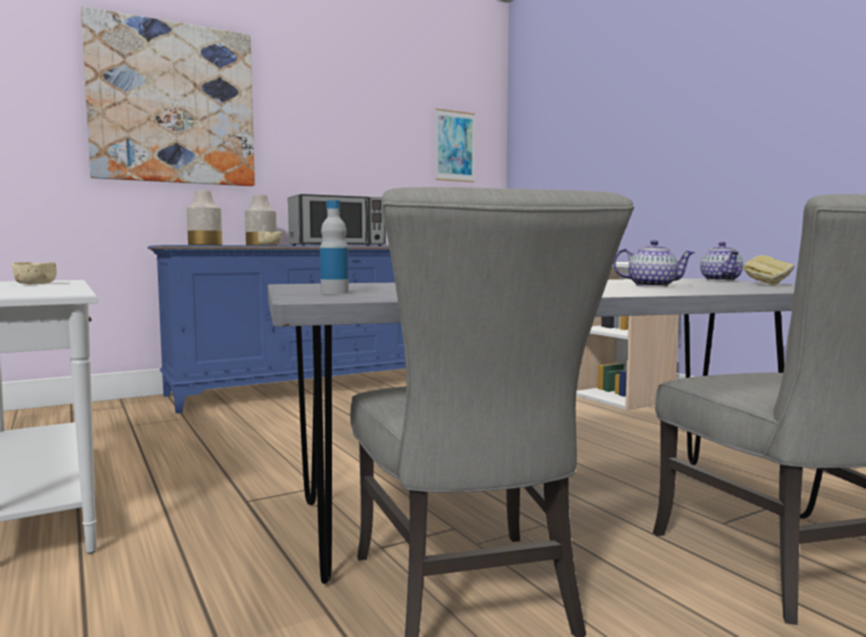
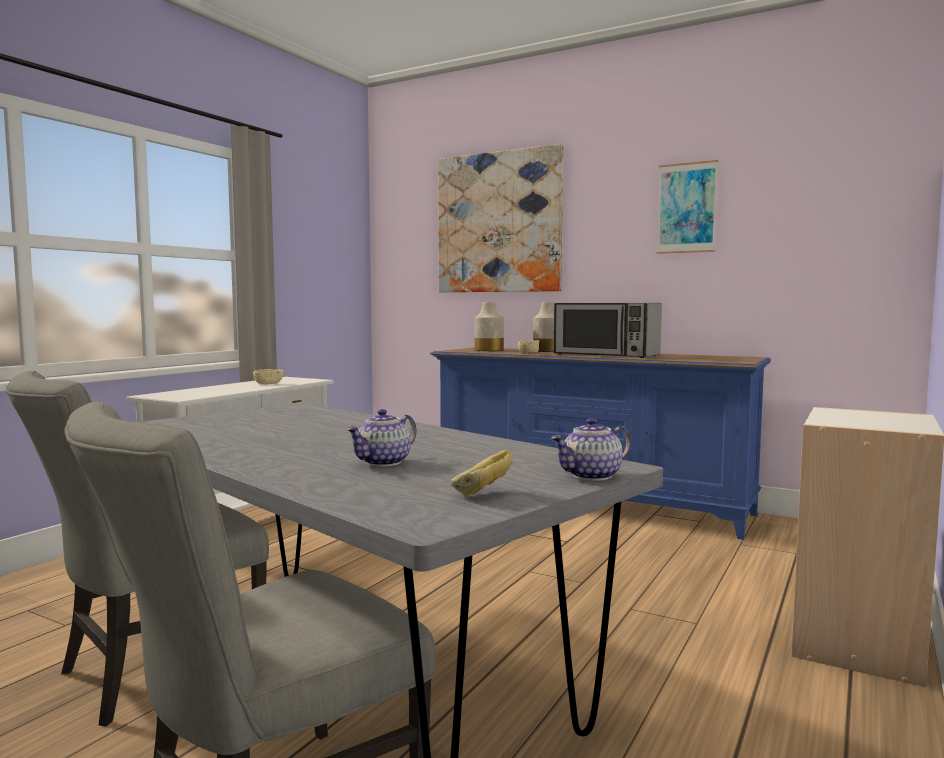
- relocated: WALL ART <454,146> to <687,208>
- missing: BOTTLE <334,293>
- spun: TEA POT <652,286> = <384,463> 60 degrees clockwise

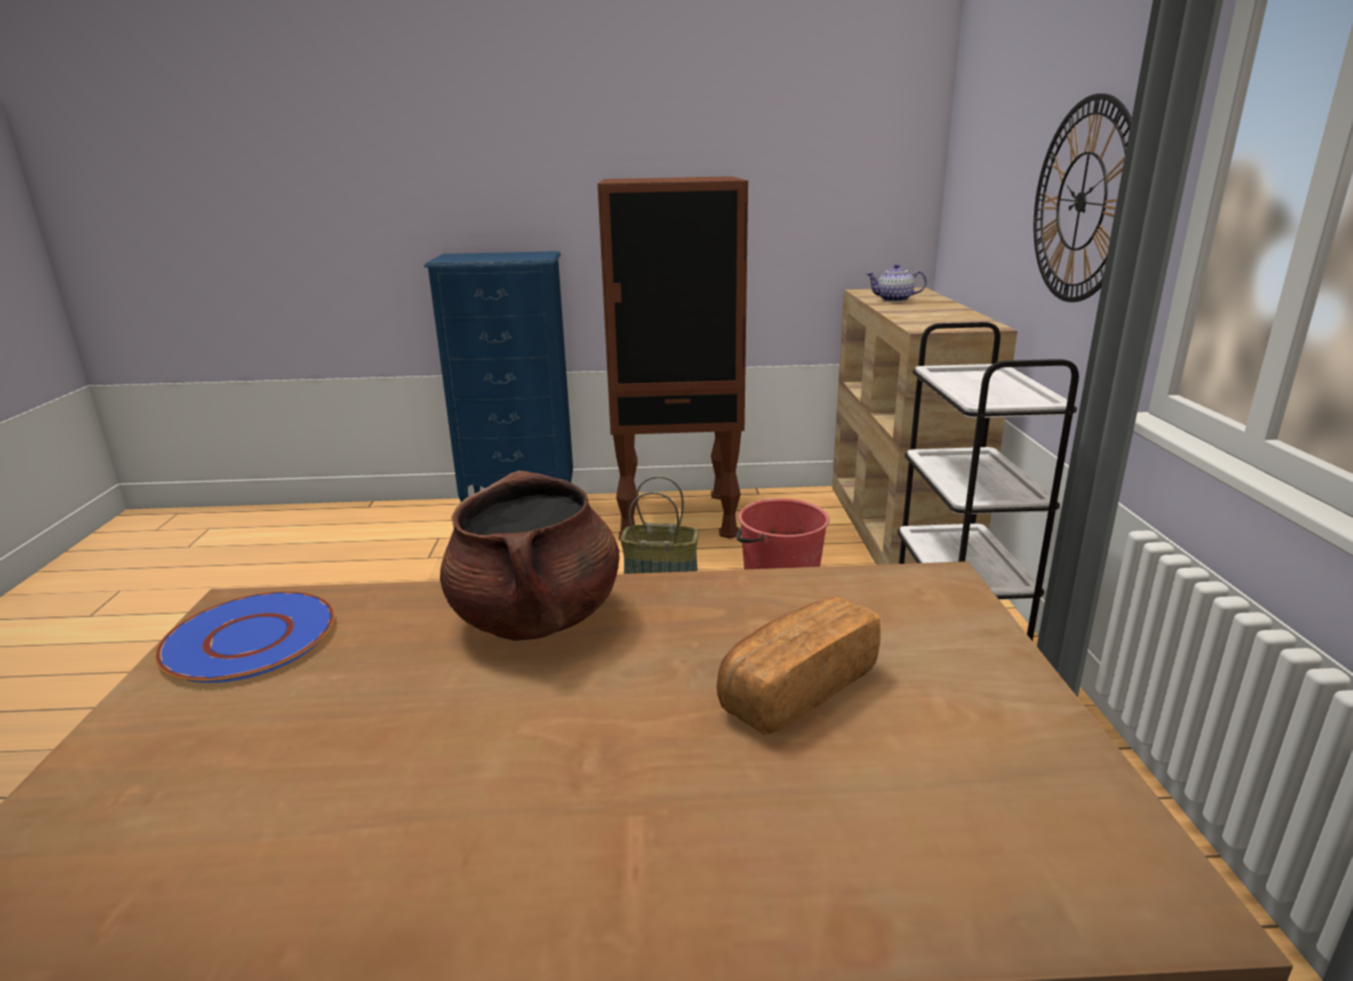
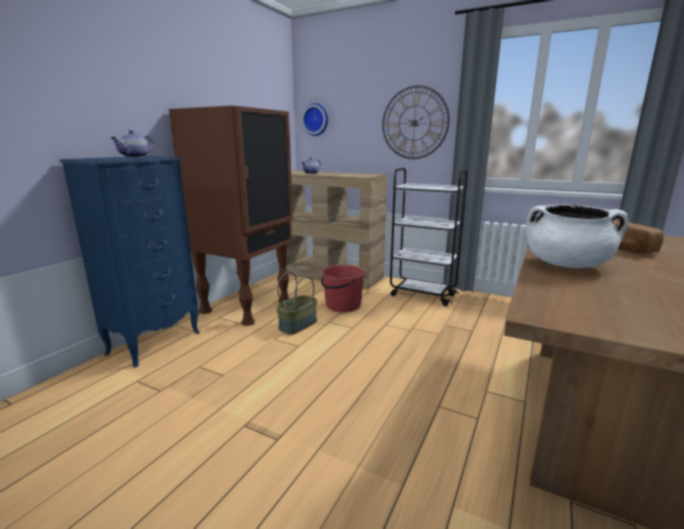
- colour: BROWNISH SAUCEPOT <536,618> to WHITISH SAUCEPOT <566,265>
- missing: BLUISH DINNER PLATE <250,638>
- appeared: CLOCK ON THE WALL <316,119>
- appeared: TEA POT <135,157>

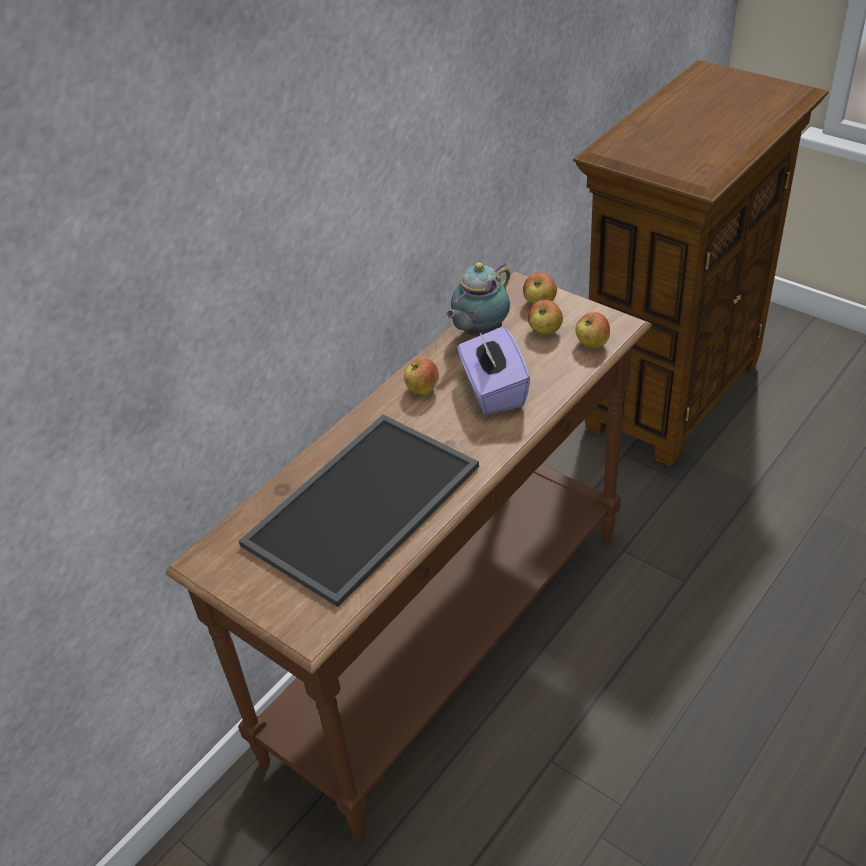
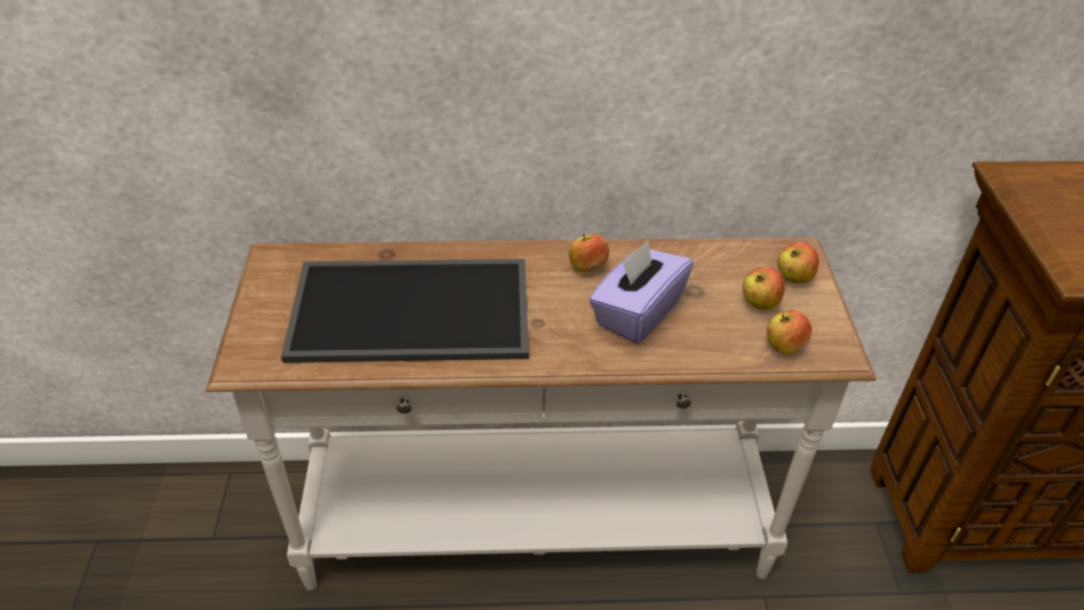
- missing: TEA POT <479,333>
- colour: BROWNISH NARROW TABLE <453,644> to WHITISH NARROW TABLE <536,529>

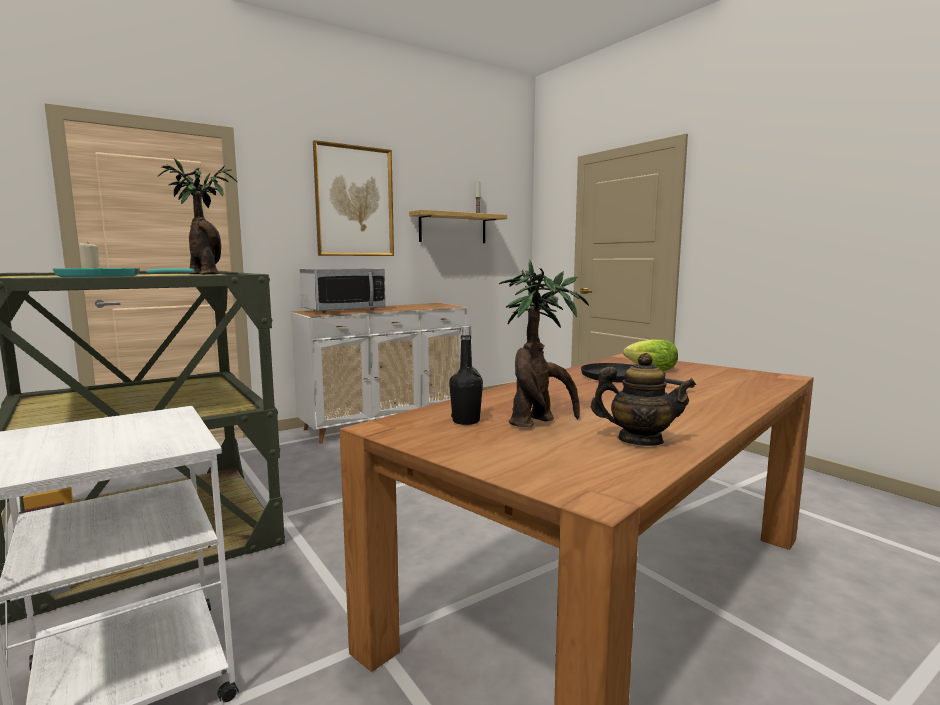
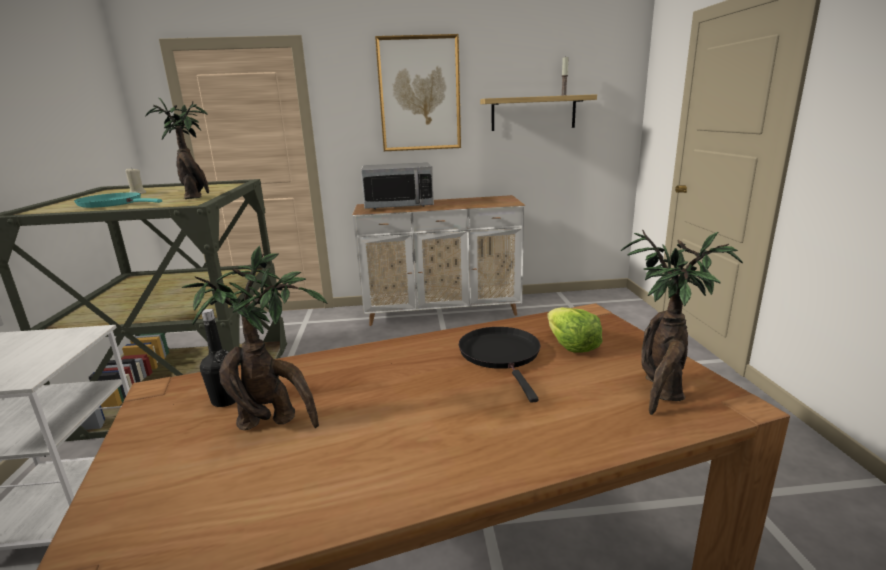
- missing: TEA POT <639,440>
- appeared: HOUSEPLANT <661,393>

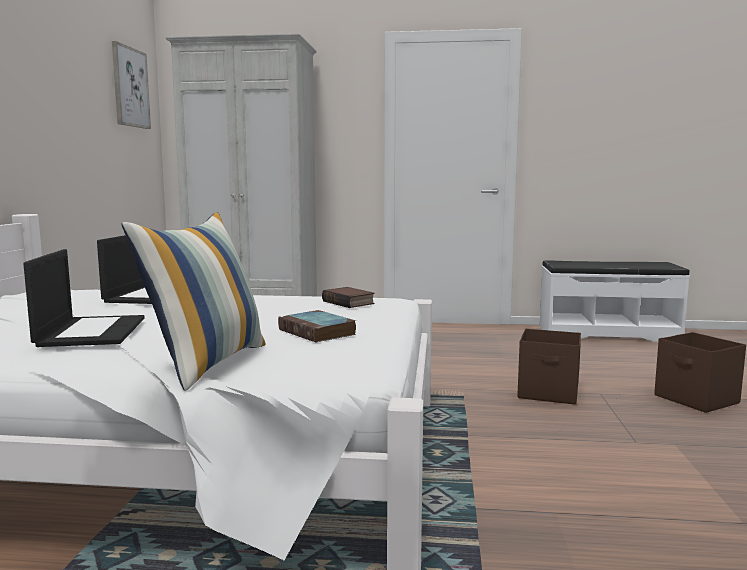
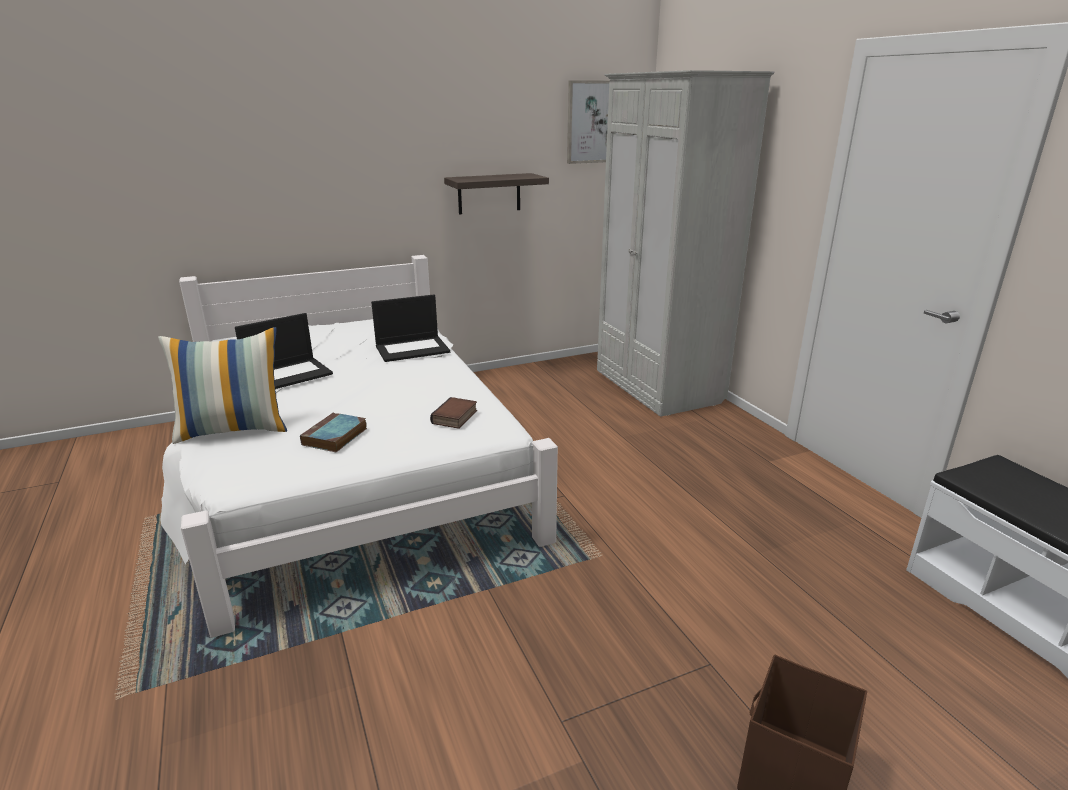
- missing: BROWNISH STORAGE BOX <549,393>
- appeared: BRACKET SHELF <489,193>

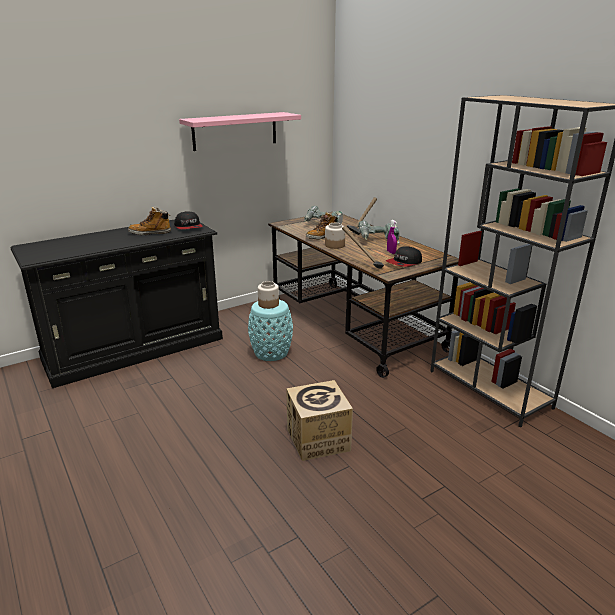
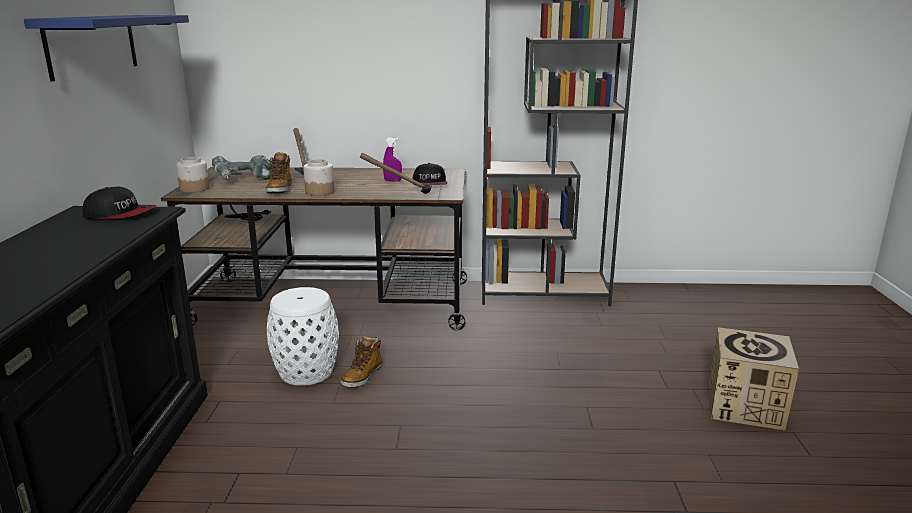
- colour: PINKISH BRACKET SHELF <235,131> to BLUISH BRACKET SHELF <92,45>
- relocated: BOOT <150,233> to <362,376>
- missing: POWER DRILL <378,241>
- relocated: STORAGE JAR <268,304> to <195,189>
- colour: TURQUOISE-COLOURED STOOL SEAT <271,353> to WHITISH STOOL SEAT <306,372>
- relocated: PACKING BOX <318,440> to <745,406>

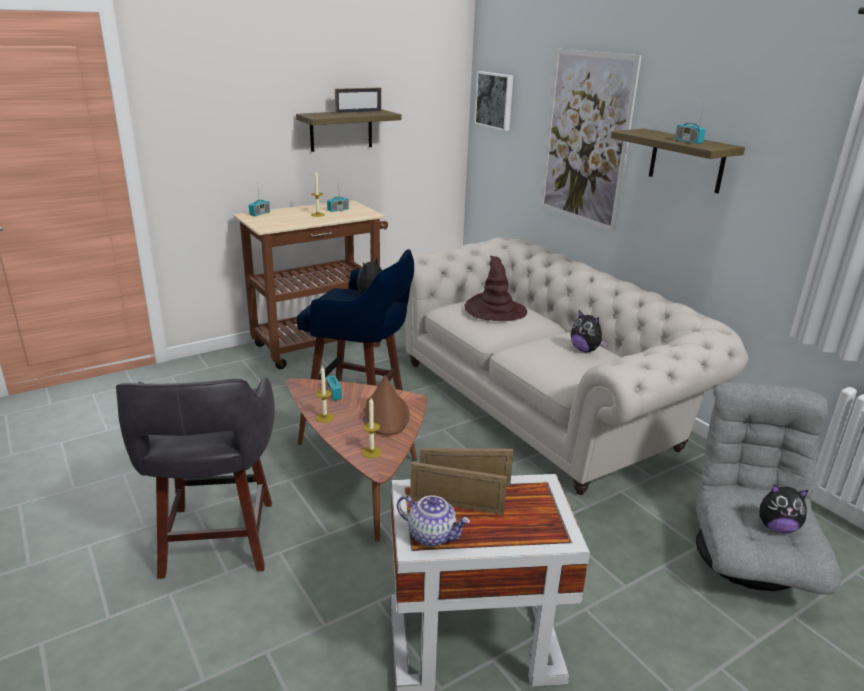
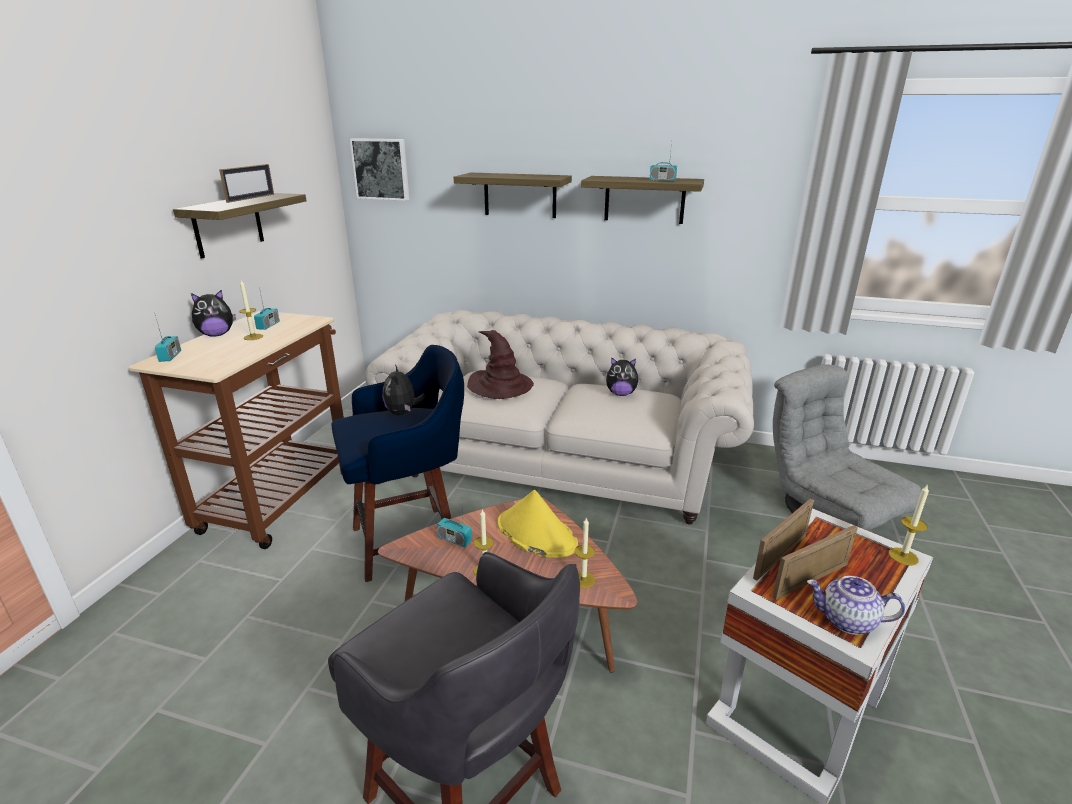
- exchanged: WALL ART <586,139> to BRACKET SHELF <520,195>
- colour: BROWNISH HAT <385,414> to YELLOW-COLOURED HAT <536,534>
- relocated: PLUSH TOY <776,527> to <217,335>
- spun: TEA POT <432,535> = <847,621> 150 degrees counterclockwise
- appeared: WAX CANDLE <903,556>

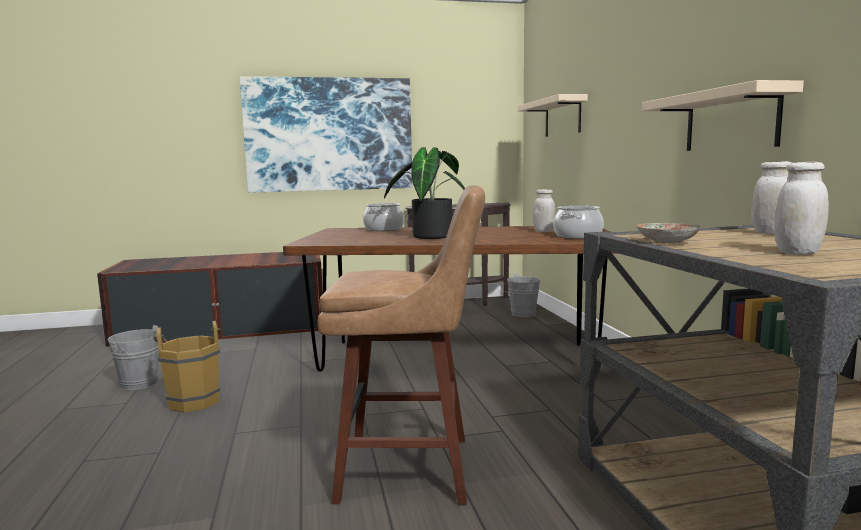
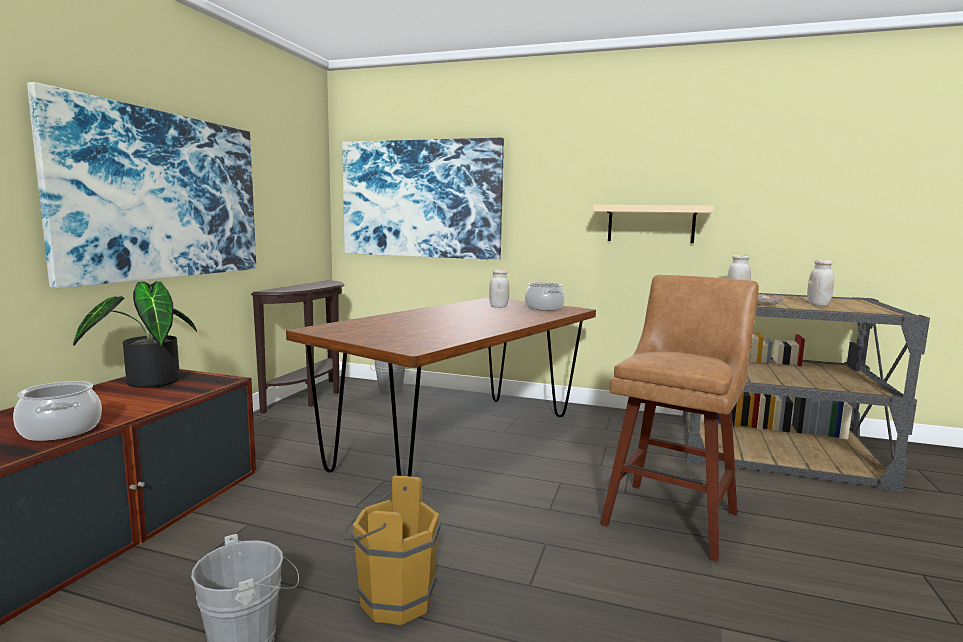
- exchanged: SAND-COLOURED BRACKET SHELF <562,117> to WALL ART <420,199>
- relocated: HOUSEPLANT <429,236> to <147,382>
- relocated: SAUCEPOT <384,229> to <61,430>

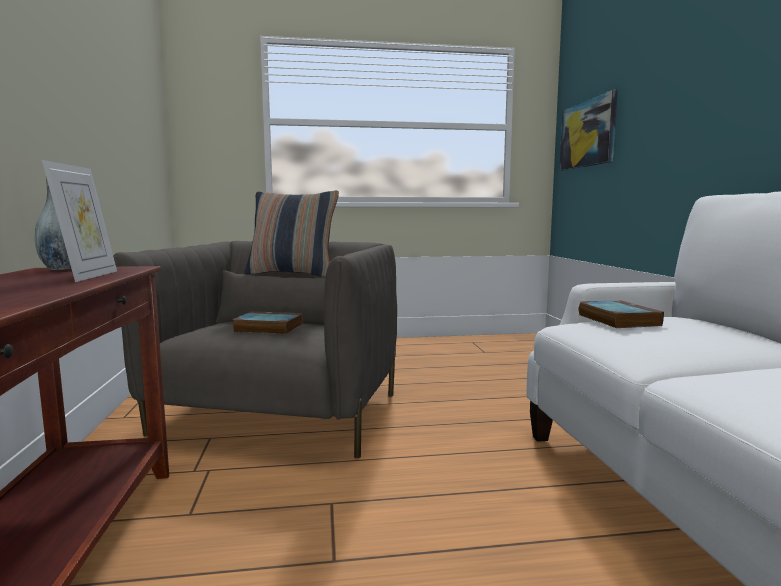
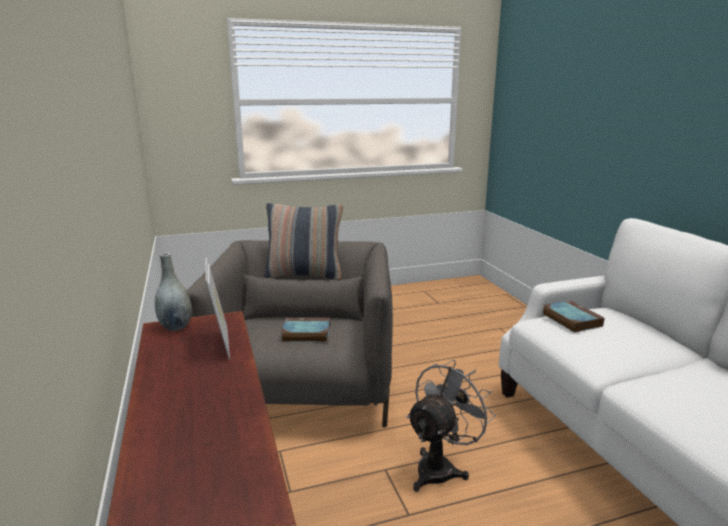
- missing: WALL ART <588,134>
- appeared: GRAY ELECTRIC FAN <441,467>

